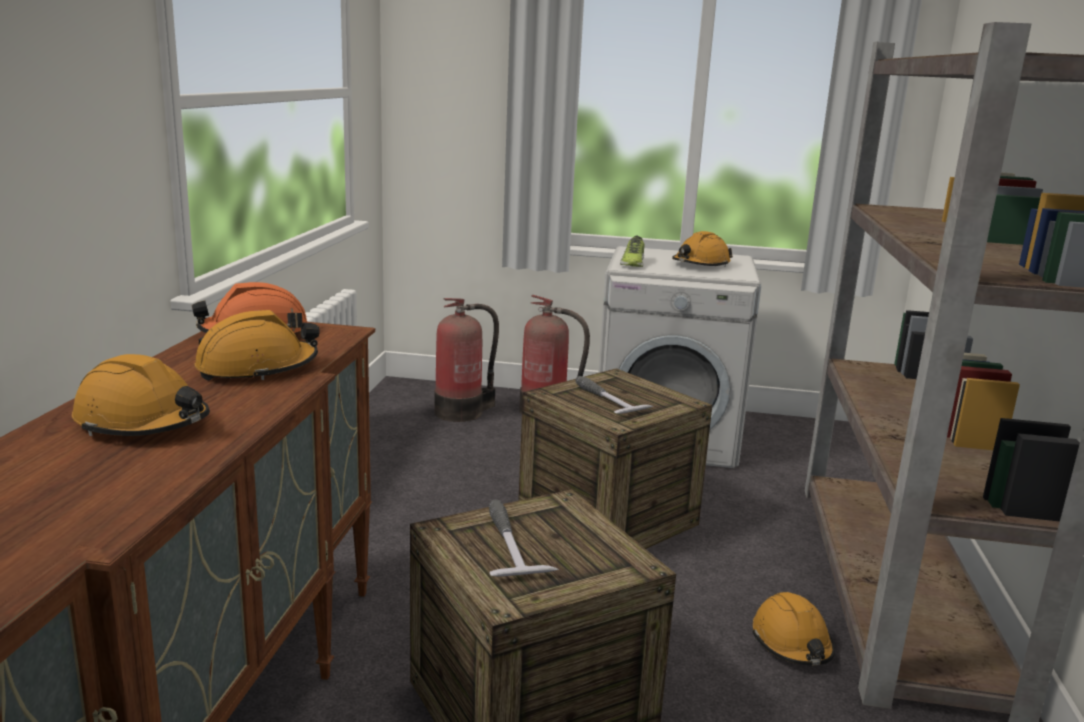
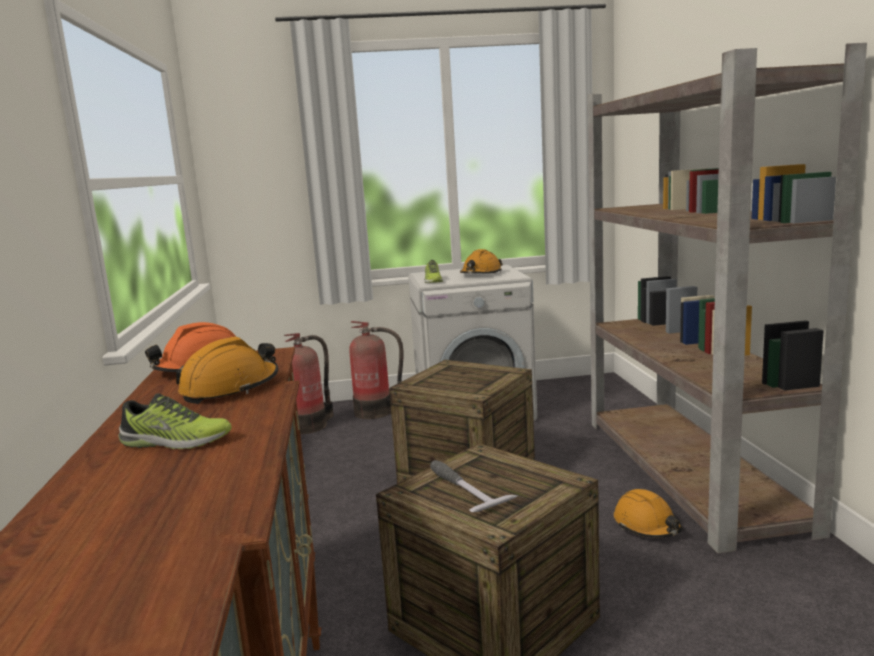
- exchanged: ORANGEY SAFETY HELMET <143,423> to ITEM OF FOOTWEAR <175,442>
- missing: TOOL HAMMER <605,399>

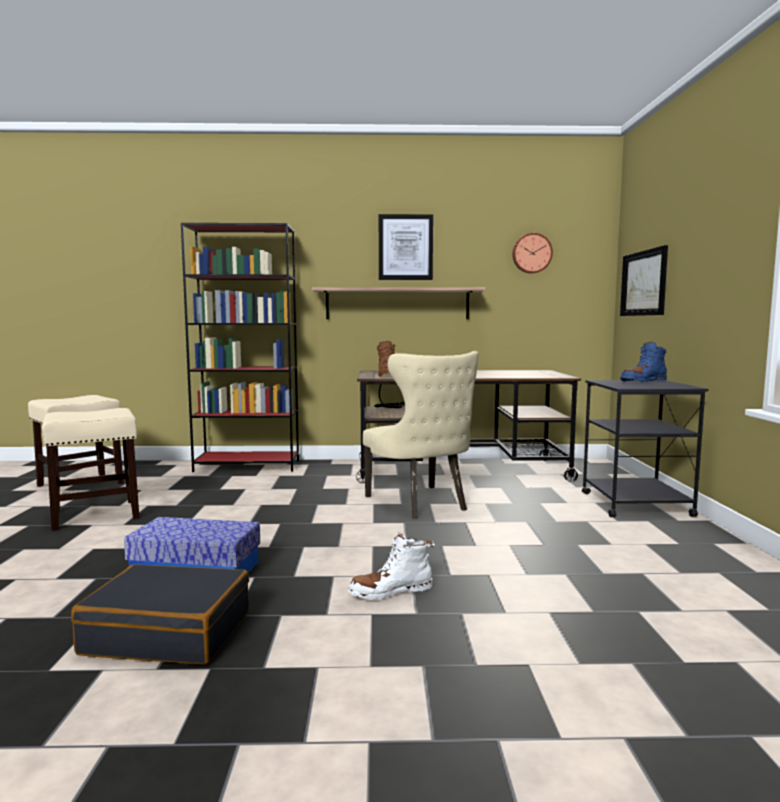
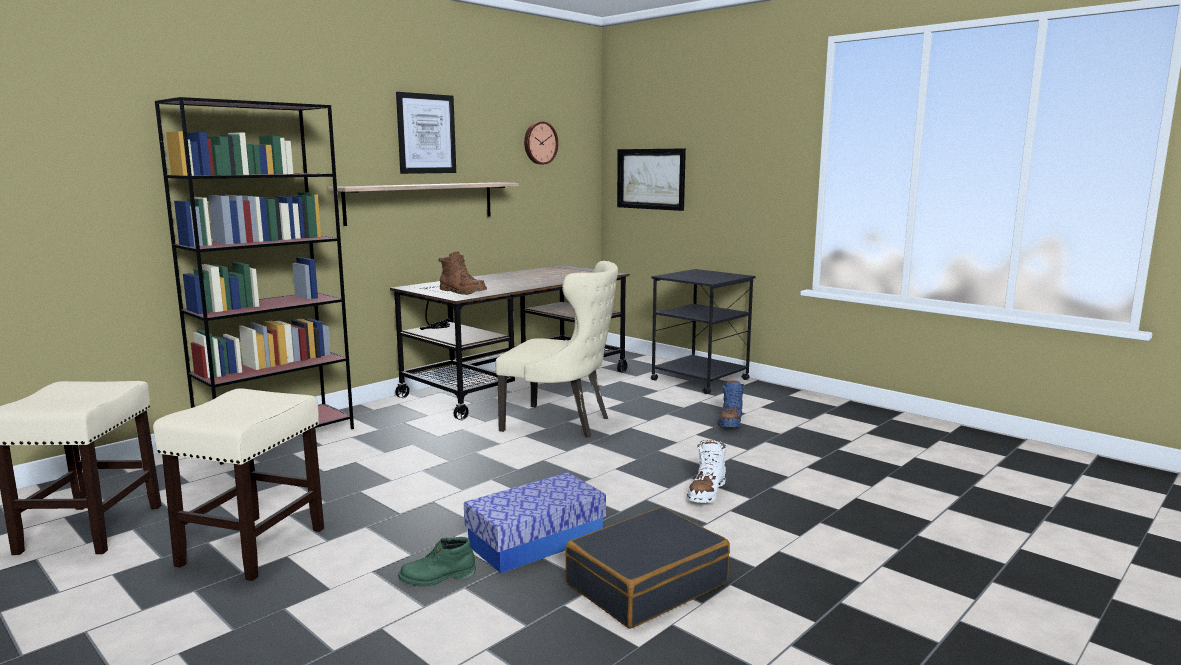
- relocated: BLUISH BOOT <643,382> to <730,422>
- appeared: GREEN-COLOURED BOOT <437,578>

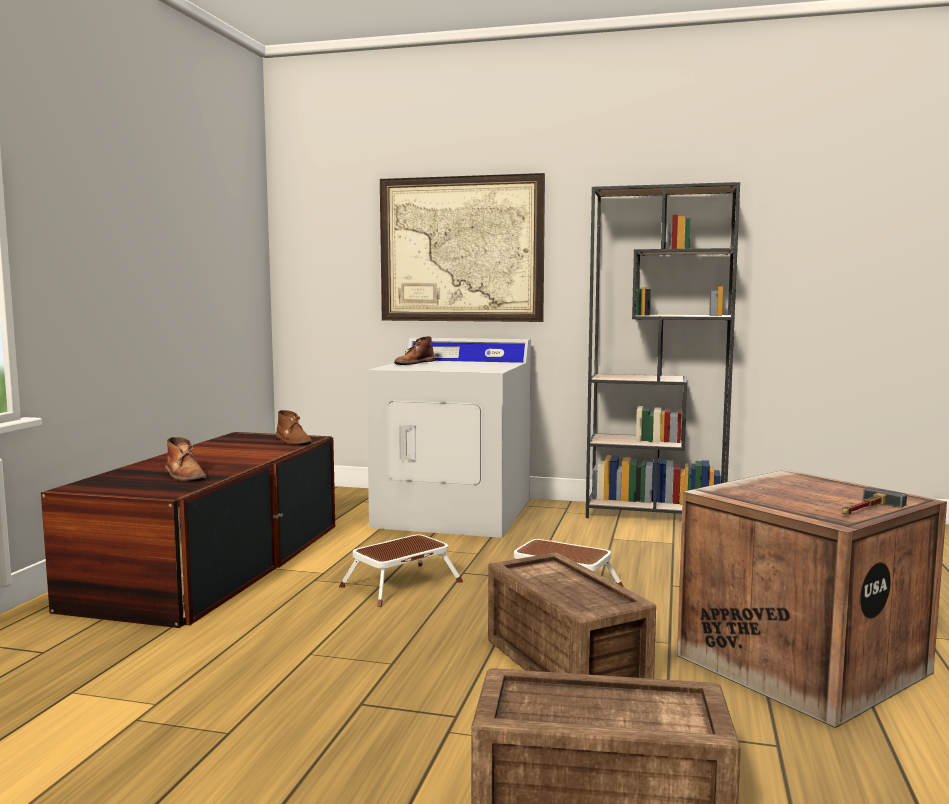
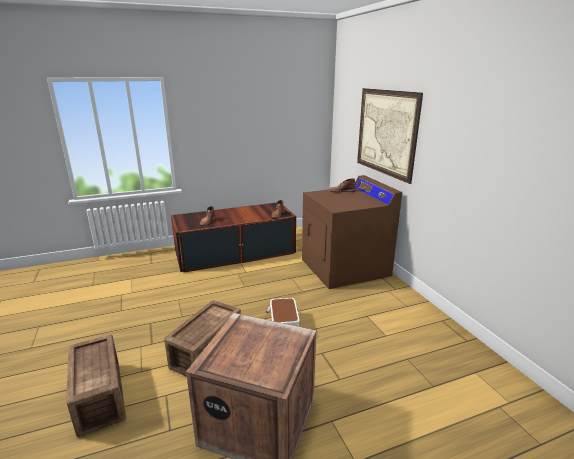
- missing: BOOKCASE <656,514>
- colour: WHITISH LAUNDRY APPLIANCE <455,513> to BROWNISH LAUNDRY APPLIANCE <345,267>
- missing: TOOL HAMMER <865,510>
- missing: BROWNISH STEP STOOL <401,584>

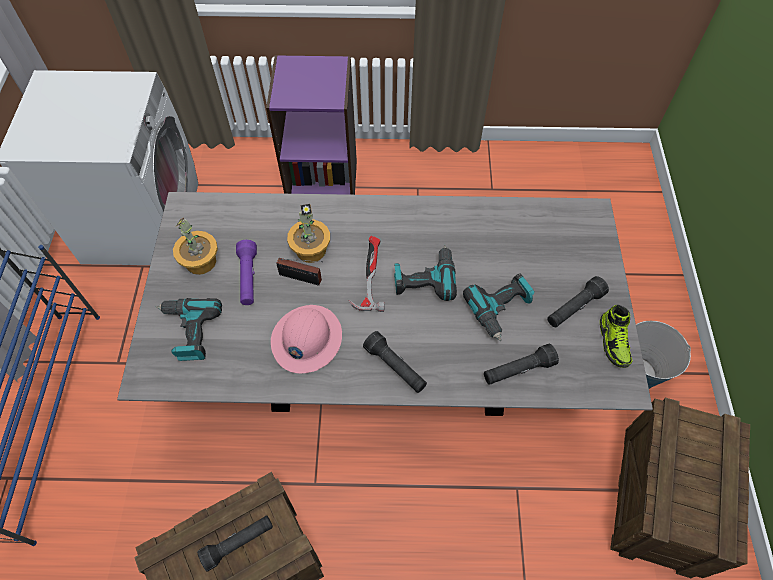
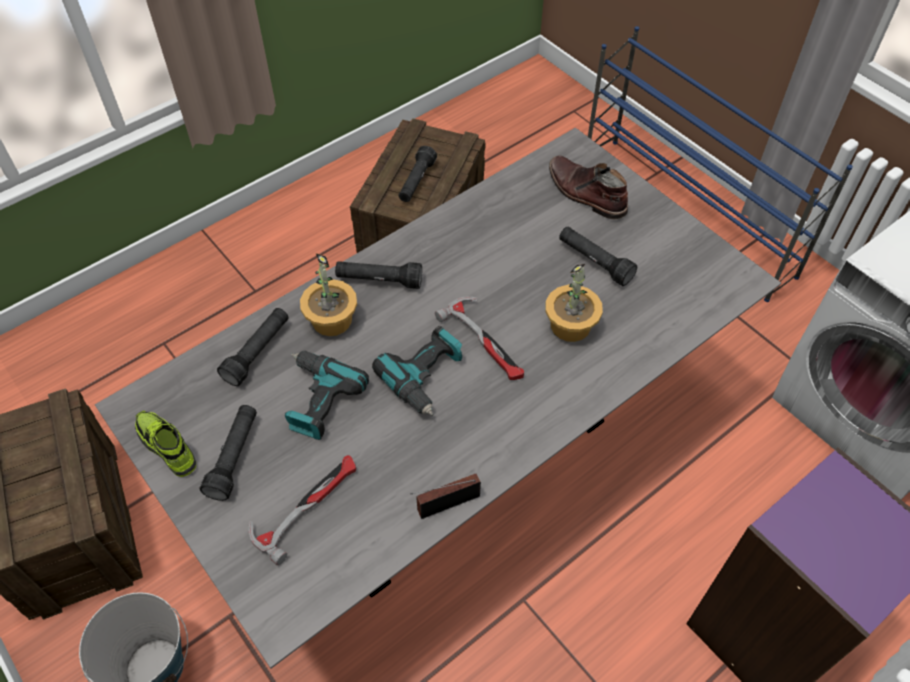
- relocated: HOUSEPLANT <201,262> to <331,320>
- colour: PURPLE-COLOURED HAND TORCH <248,278> to BLACK HAND TORCH <594,262>
- relocated: RADIO RECEIVER <302,278> to <445,504>
- exchanged: POWER DRILL <189,332> to BROWNISH BOOT <585,193>
- missing: PINKISH SAFETY HELMET <306,339>
- appeared: TOOL HAMMER <306,504>

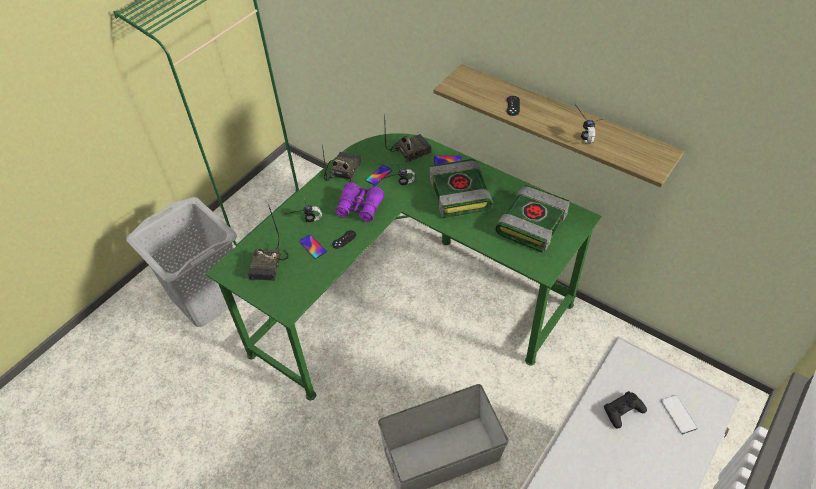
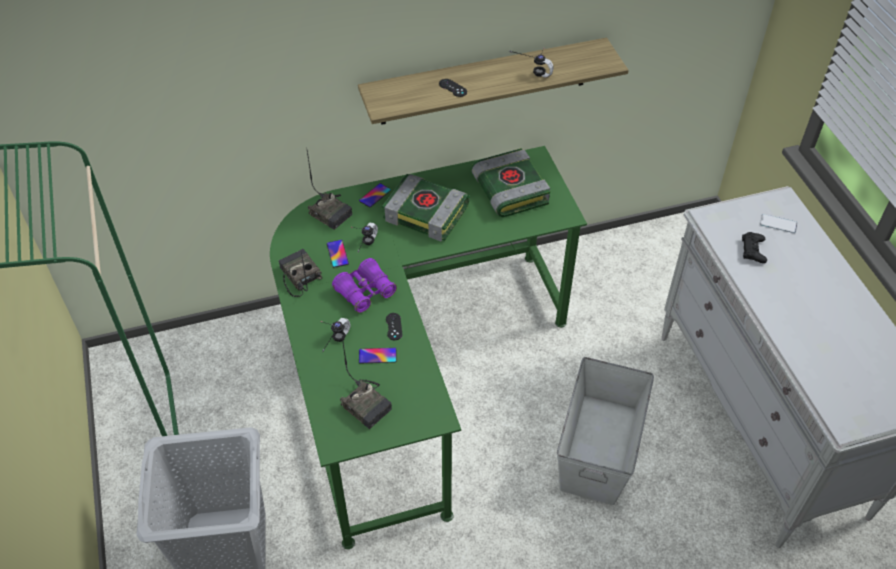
- spun: RADIO RECEIVER <410,150> = <331,212> 120 degrees clockwise

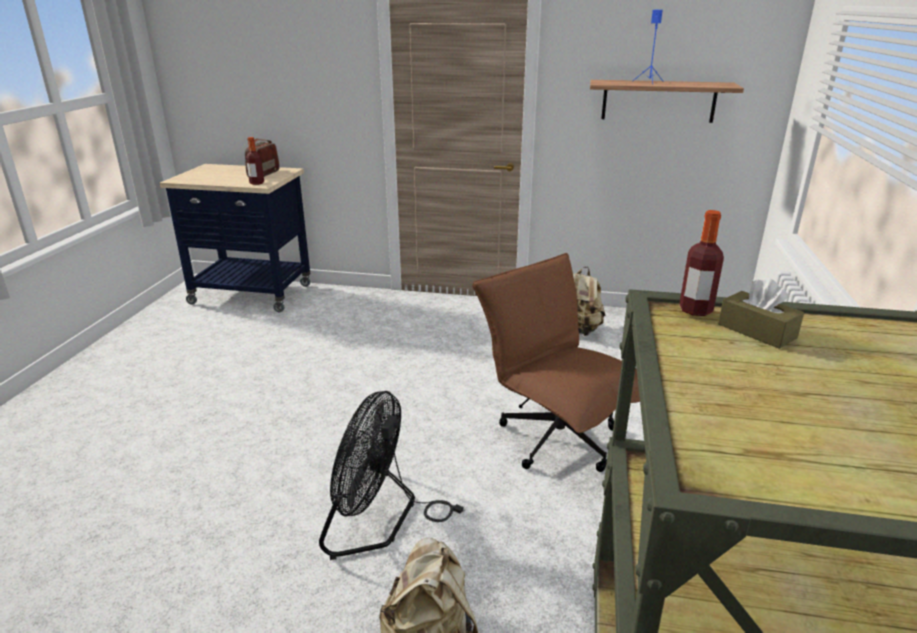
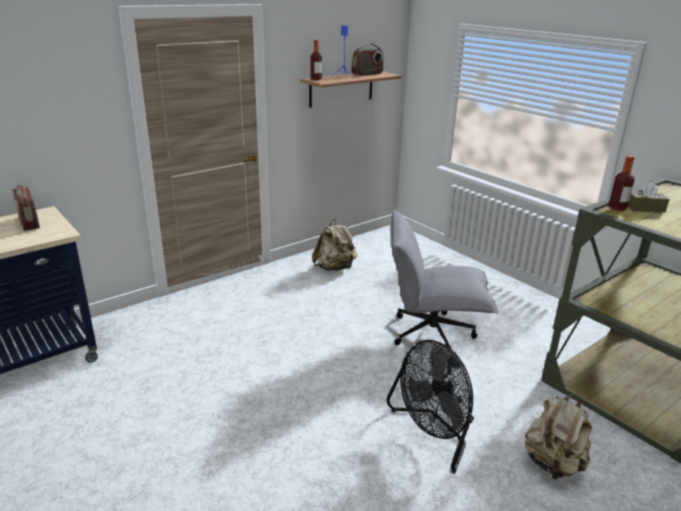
- relocated: BOTTLE <257,183> to <316,79>
- colour: BROWNISH COMPUTER CHAIR <560,439> to GRAY COMPUTER CHAIR <433,334>
- appeared: RADIO RECEIVER <367,74>

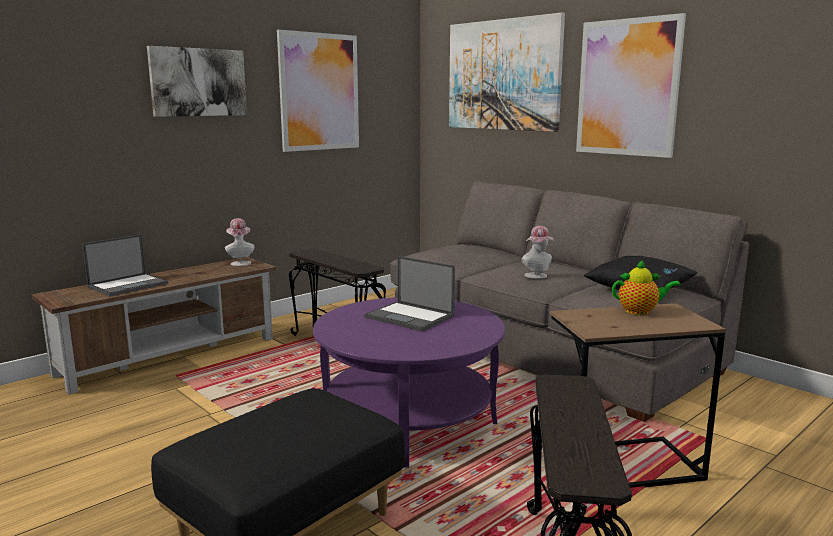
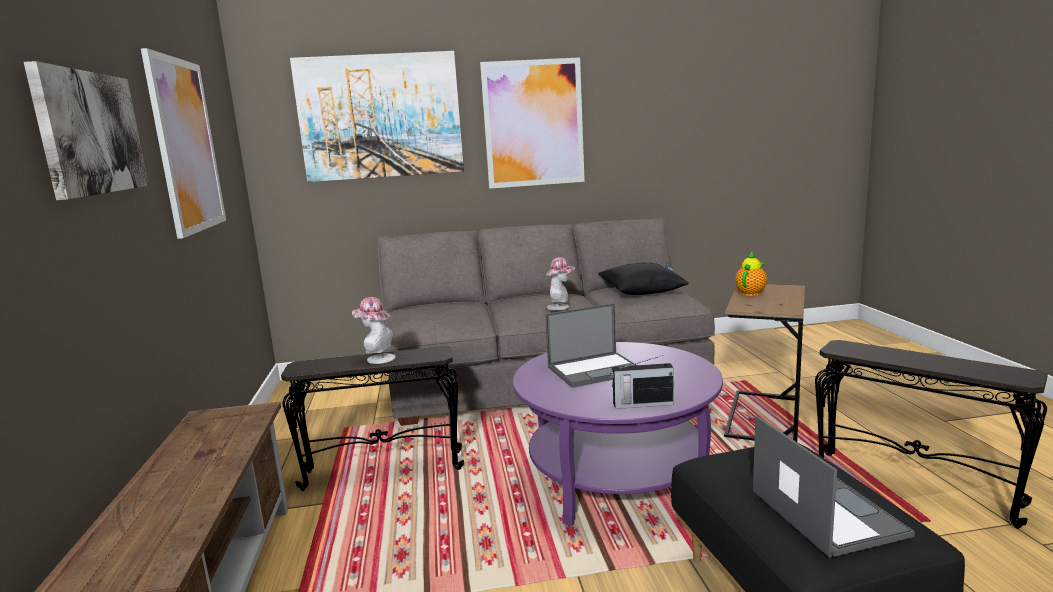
- relocated: HAT <240,263> to <377,358>
- relocated: LAPTOP <129,285> to <825,512>
- appeared: RADIO RECEIVER <641,404>

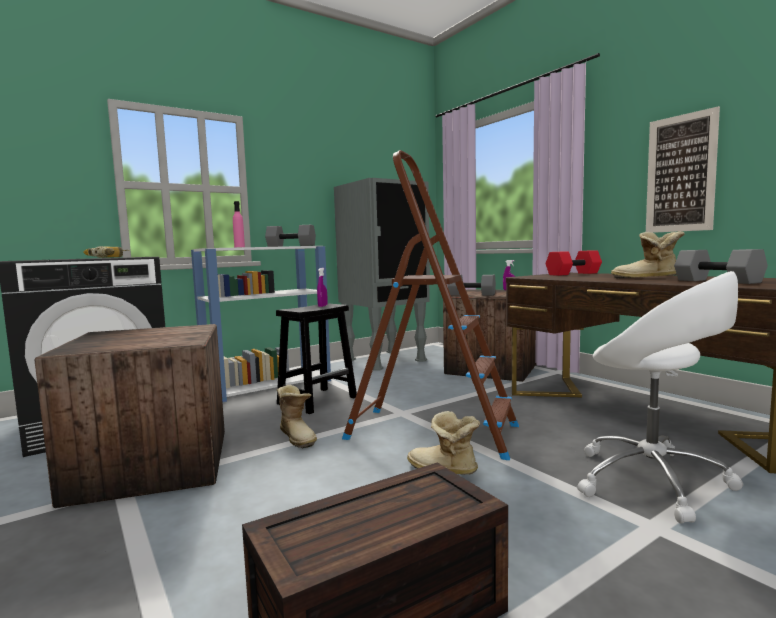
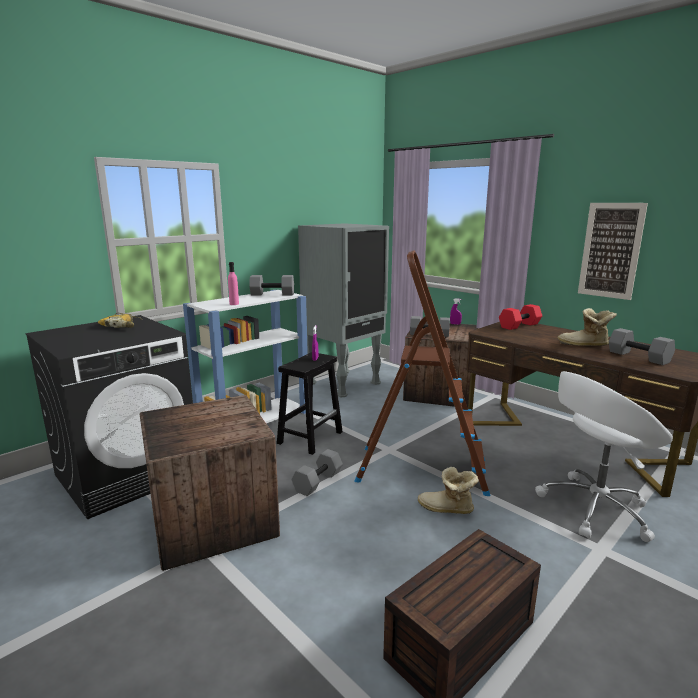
- spun: WHITISH COMPUTER CHAIR <654,481> = <592,509> 120 degrees clockwise
- exchanged: BOOT <298,437> to GRAY HAND WEIGHT <317,481>

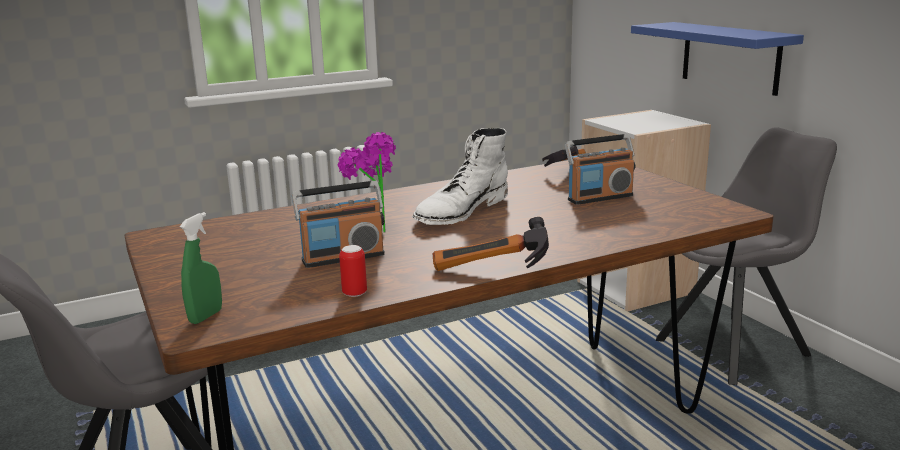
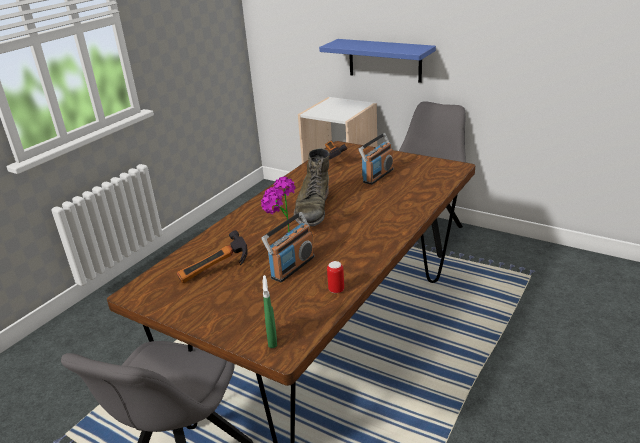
- colour: WHITISH BOOT <461,211> to GREEN-COLOURED BOOT <313,208>
- relocated: TOOL HAMMER <491,271> to <216,272>

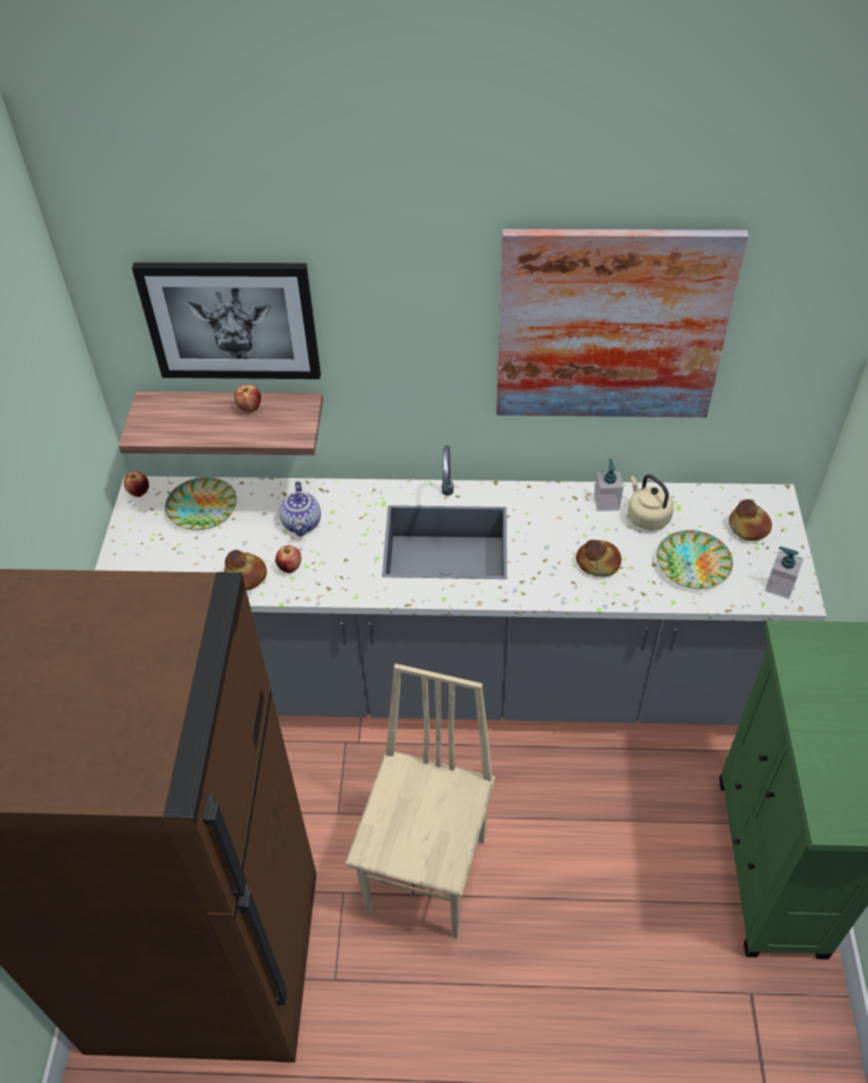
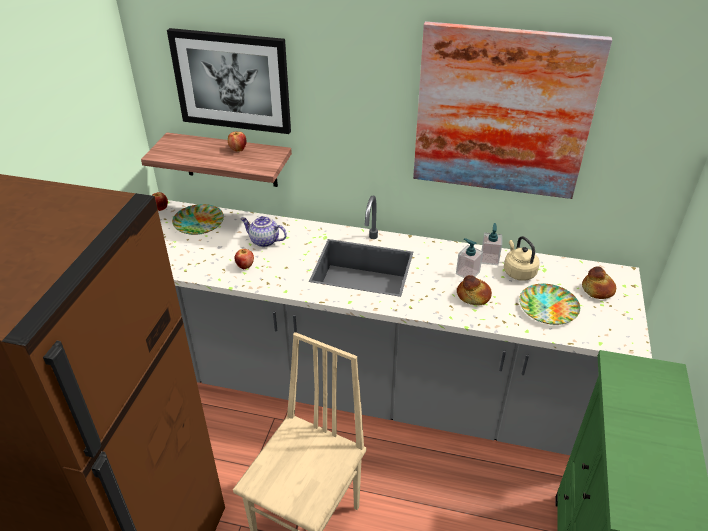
- spun: TEA POT <303,523> = <264,241> 105 degrees clockwise
- relocated: LIQUID SOAP BOTTLE <779,586> to <467,273>
- missing: BAKERY BREAD <245,576>

